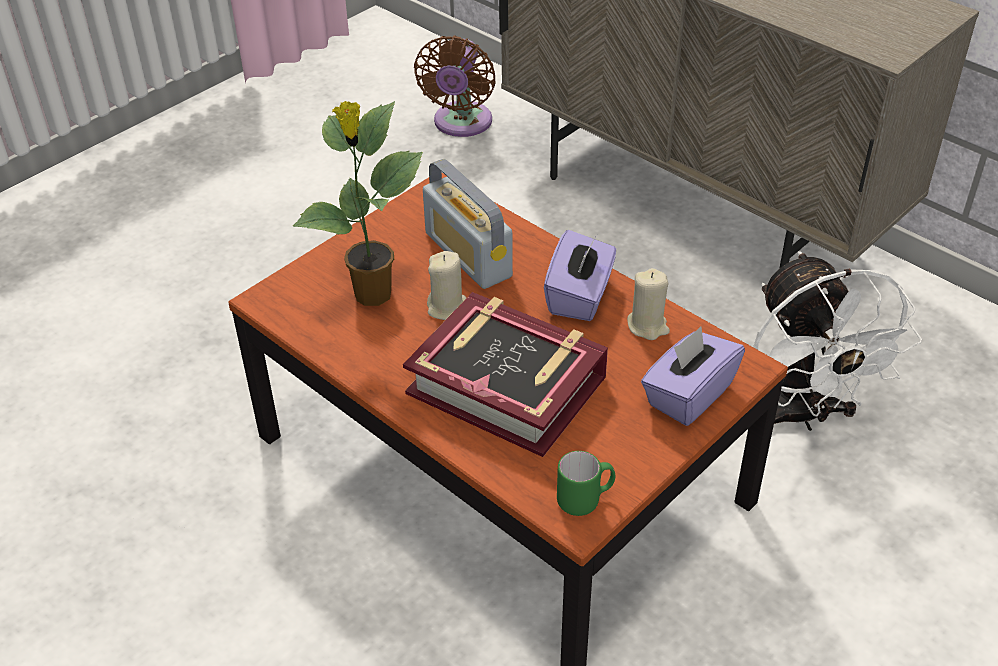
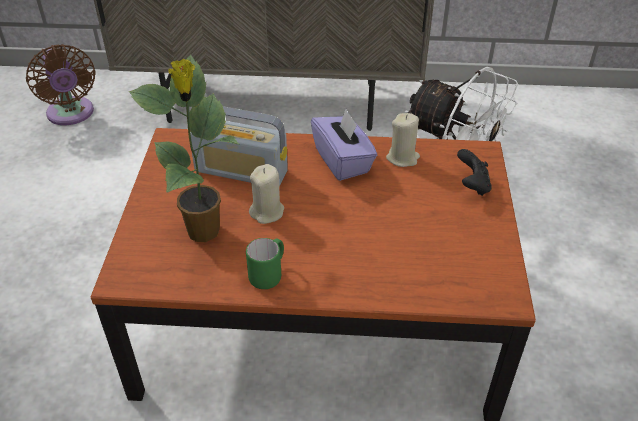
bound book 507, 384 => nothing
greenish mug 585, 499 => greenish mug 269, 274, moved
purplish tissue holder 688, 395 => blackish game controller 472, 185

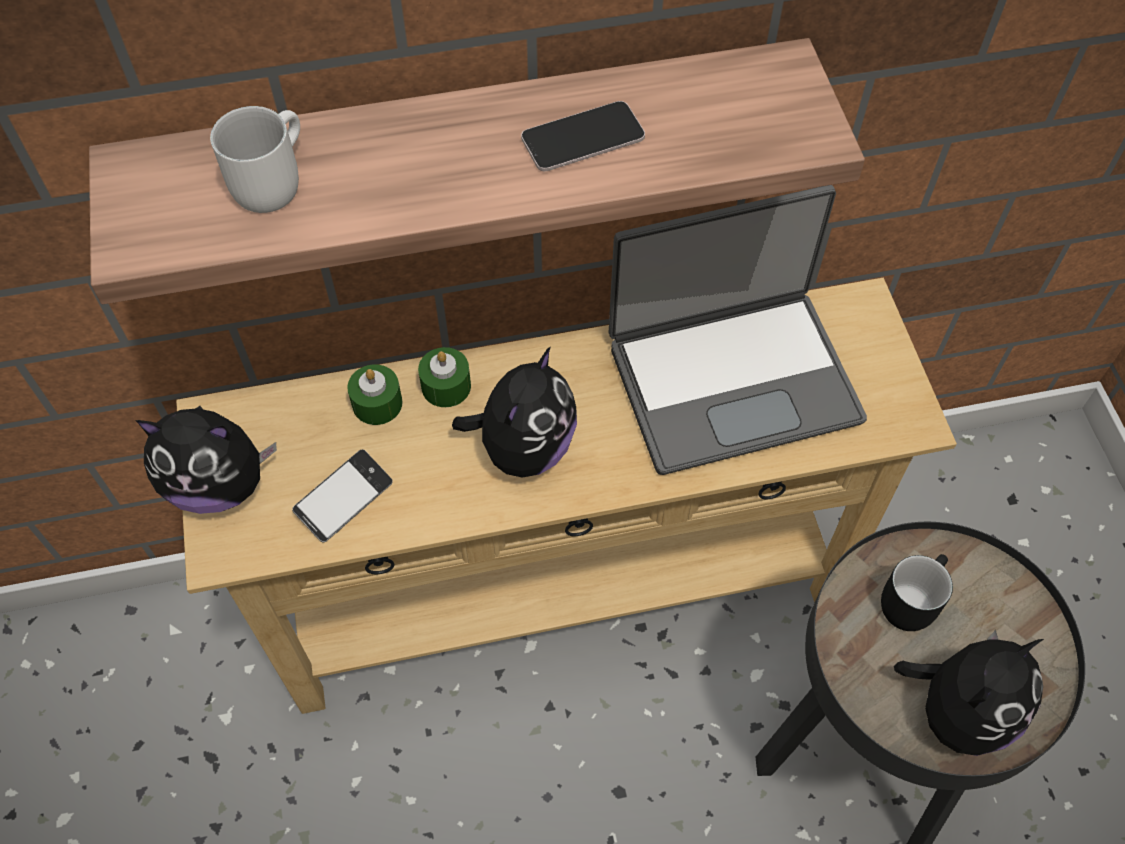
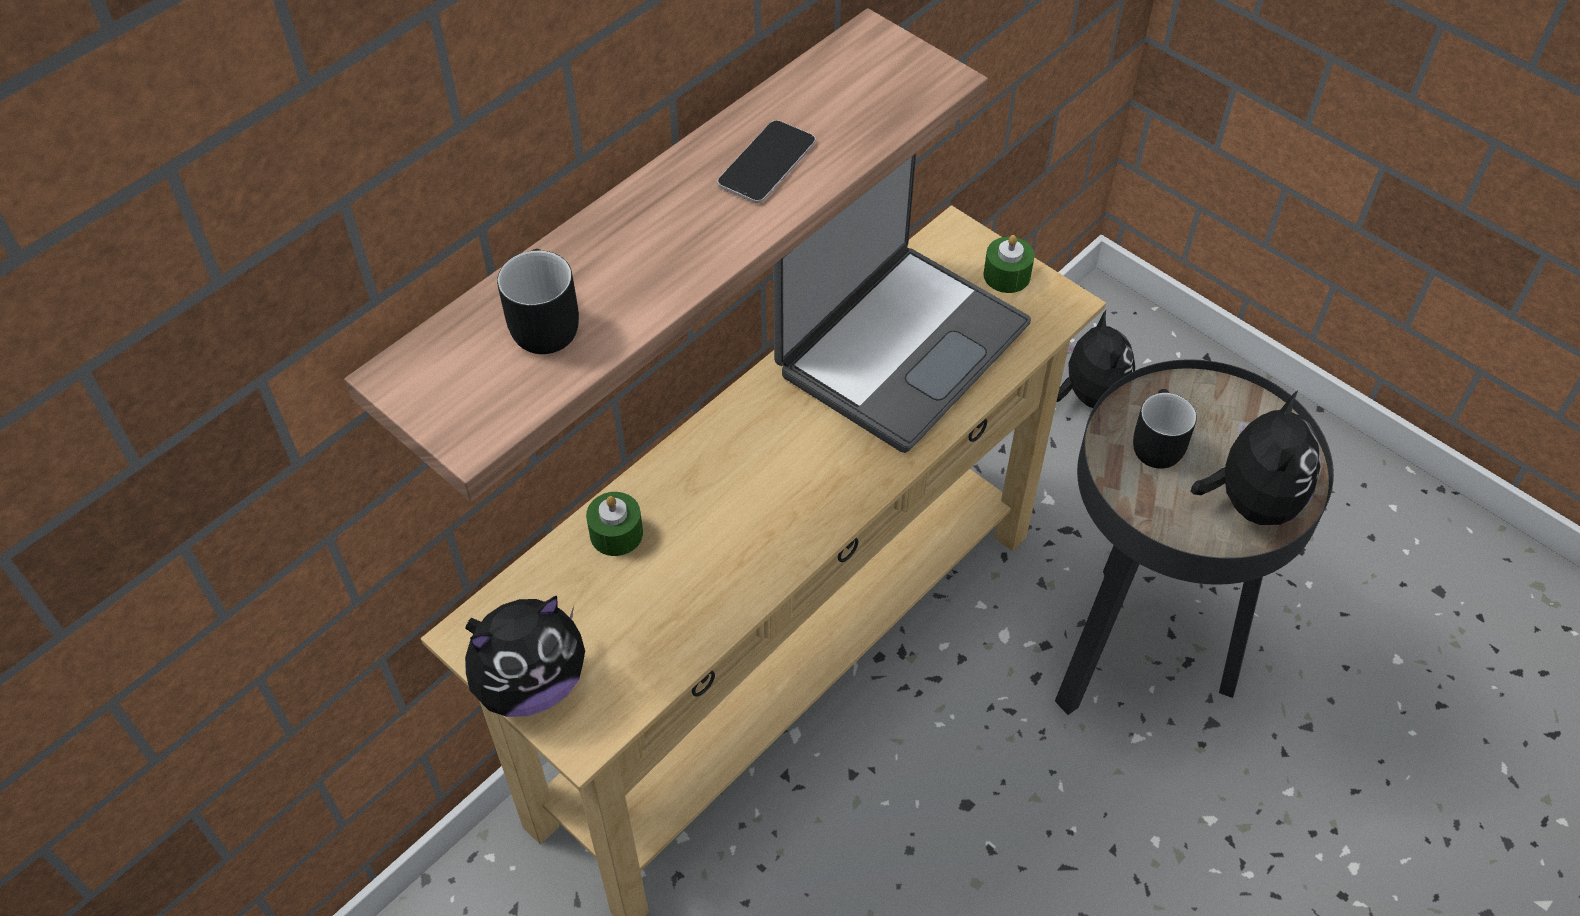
telephone 344, 499 => nothing
greenish wax candle 446, 386 => greenish wax candle 1007, 275, moved
cuddly toy 524, 447 => cuddly toy 1089, 395, moved
white mug 268, 180 => blackish mug 539, 322

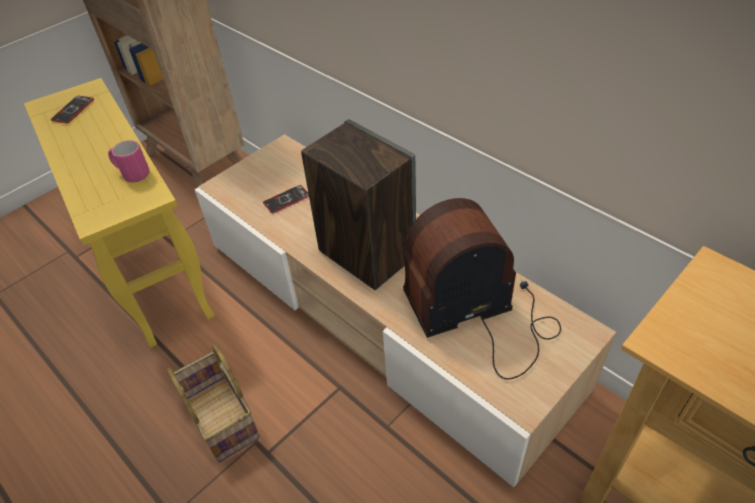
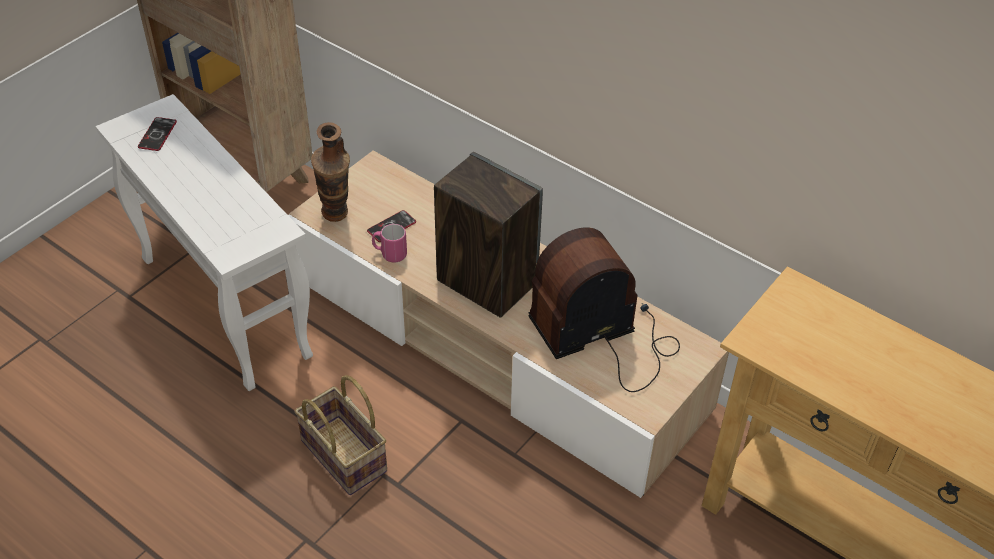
nothing => flower vase 337, 219
pinkish mug 132, 174 => pinkish mug 389, 254, moved
yellow side table 151, 269 => white side table 224, 307

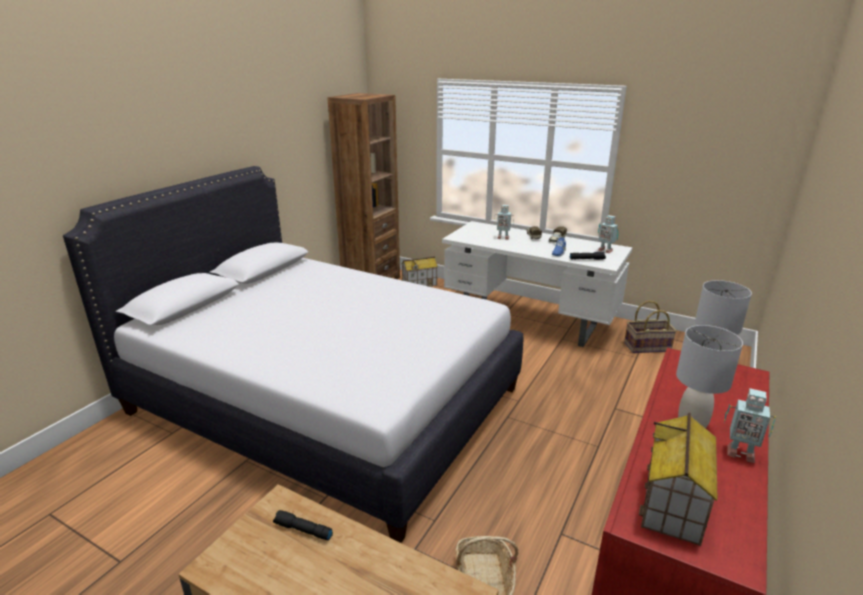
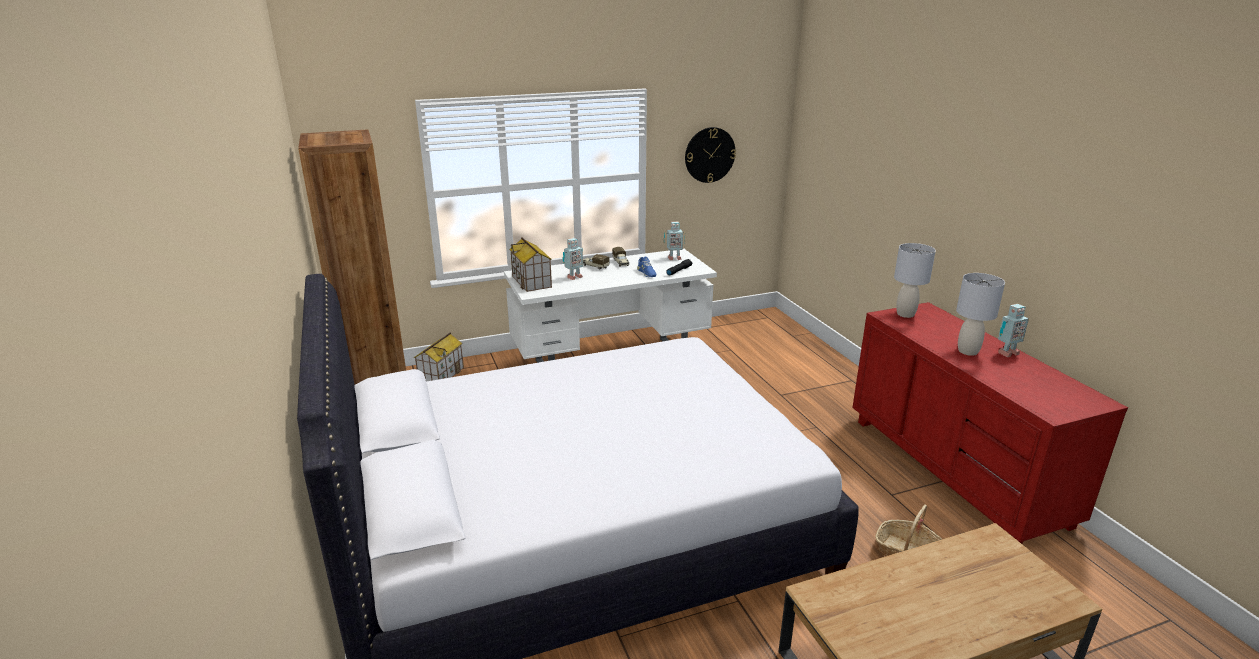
blackish flashlight 302, 530 => nothing
basket 647, 346 => nothing
nothing => clock on the wall 709, 155
miniature house 673, 504 => miniature house 532, 282, moved

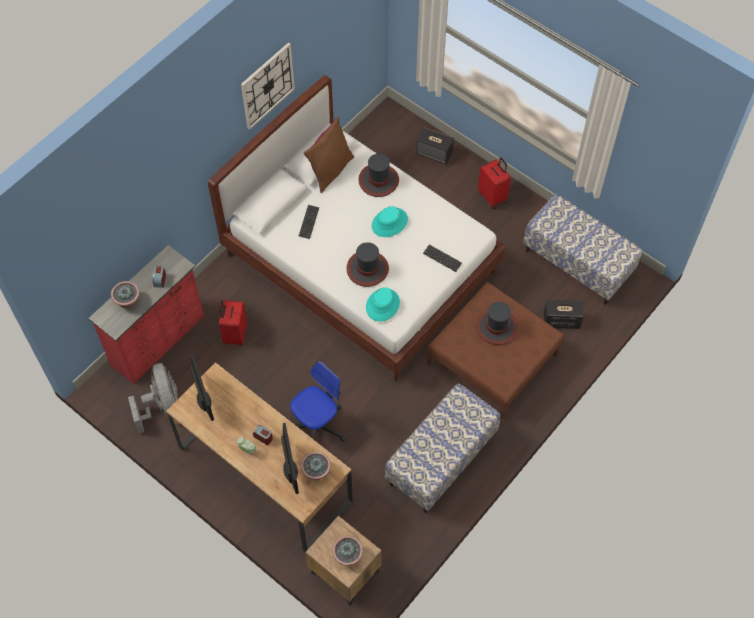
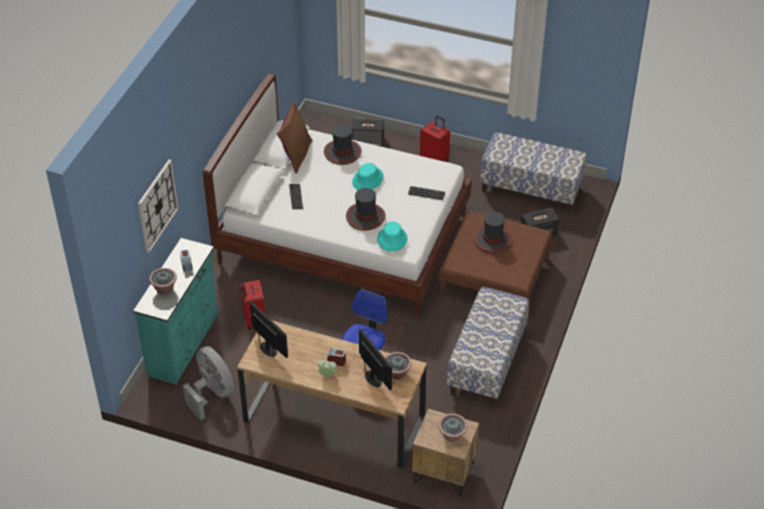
clock on the wall 267, 85 => clock on the wall 157, 205, moved
reddish drawer chest 159, 341 => blue-green drawer chest 184, 344

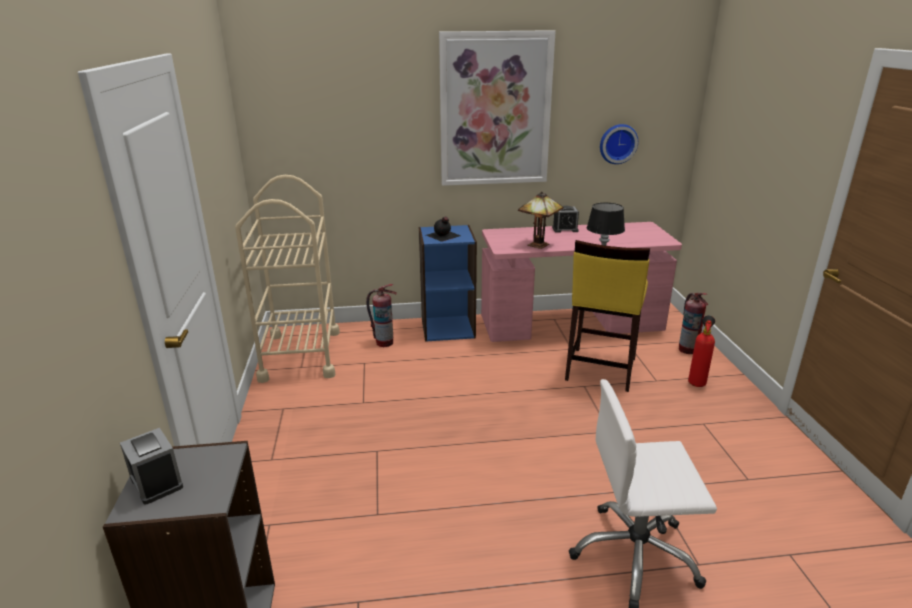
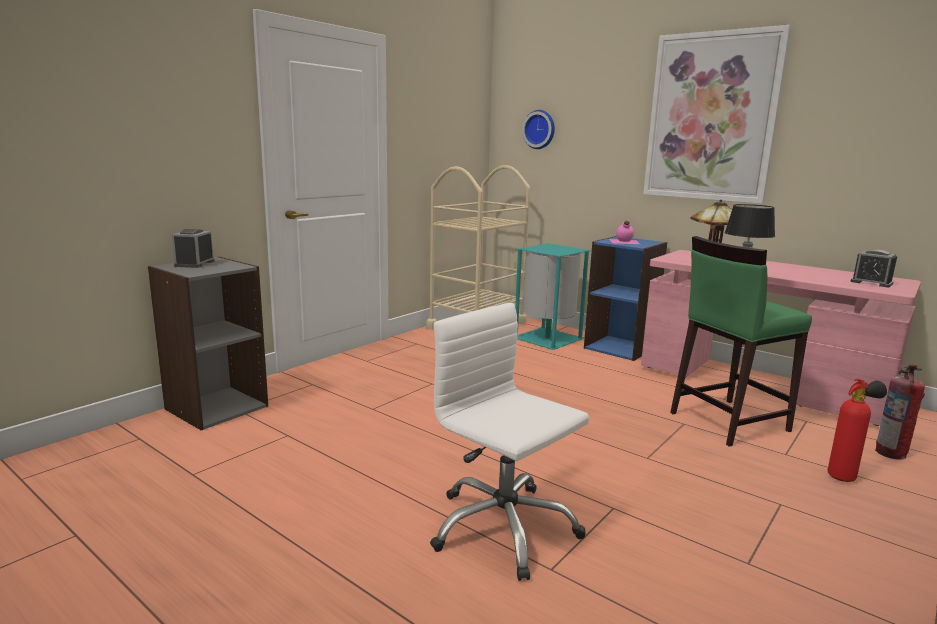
alarm clock 565, 229 => alarm clock 871, 283, moved
clock on the wall 617, 143 => clock on the wall 540, 129, moved
extinguisher 384, 342 => blue-green trash can 549, 338
blackish beverage bottle 443, 235 => pinkish beverage bottle 623, 241
yellow stool seat 599, 369 => greenish stool seat 727, 421

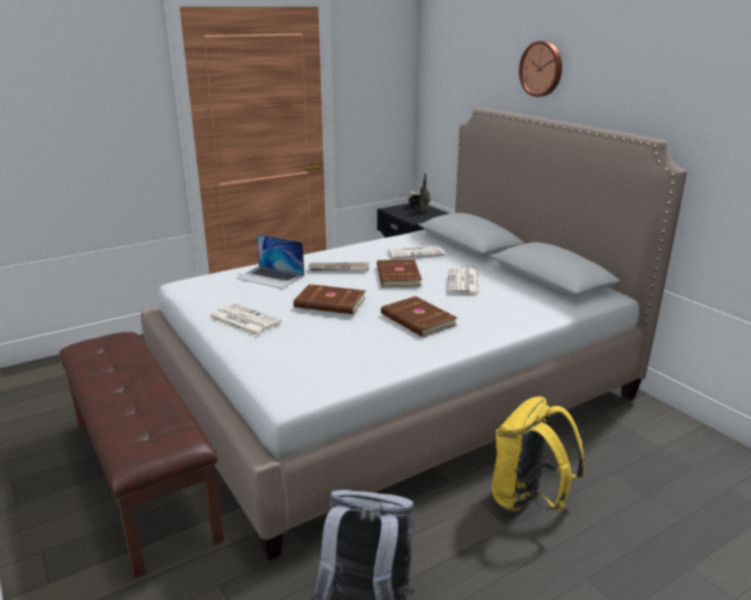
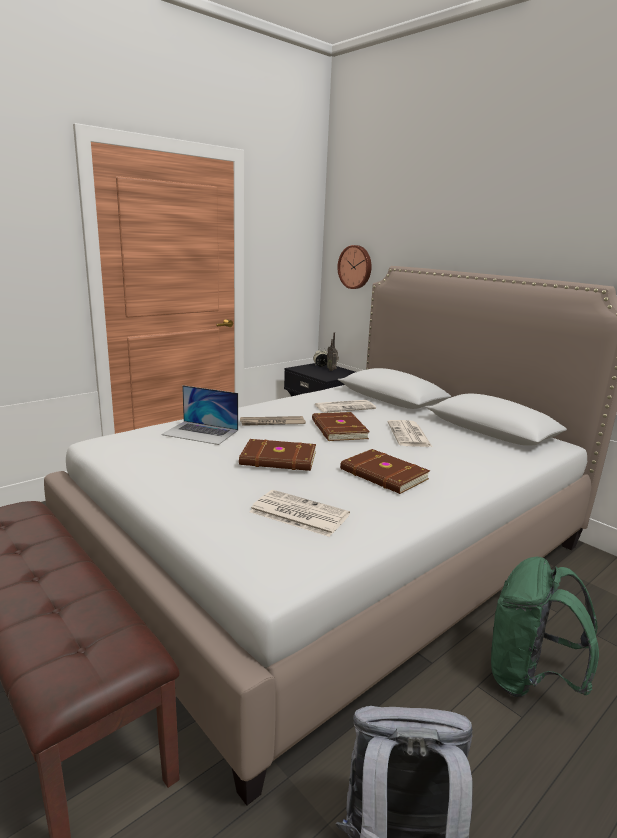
printed paper 243, 320 => printed paper 297, 513, moved
clock on the wall 542, 69 => clock on the wall 355, 267, moved
yellow rucksack 528, 501 => greenish rucksack 528, 679

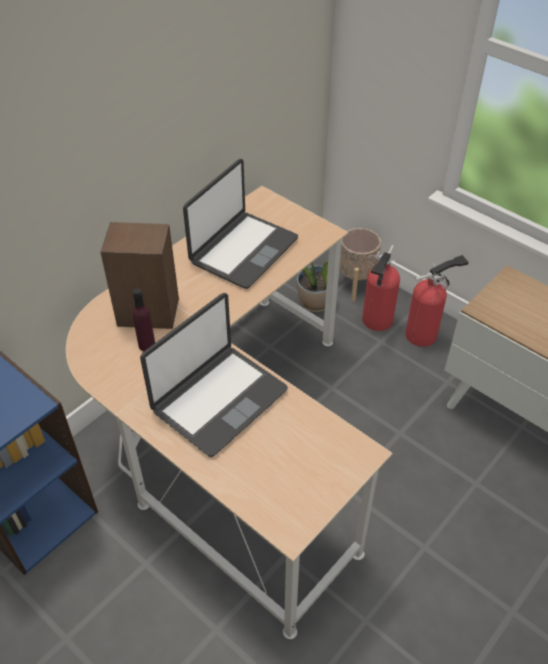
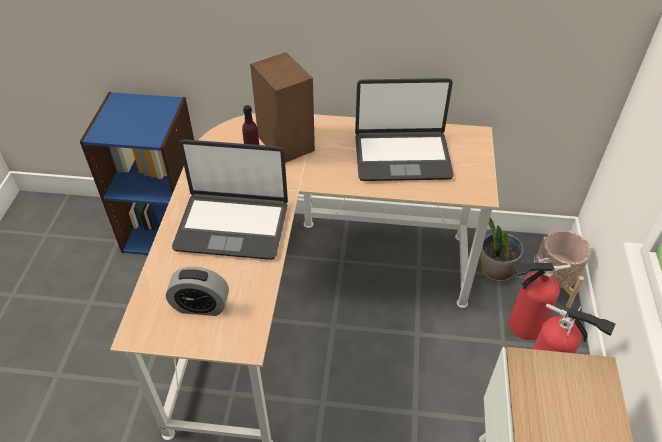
nothing => alarm clock 201, 306

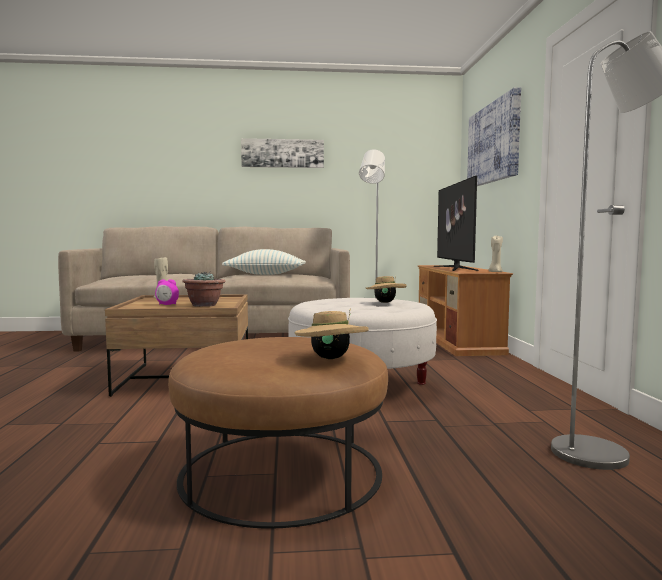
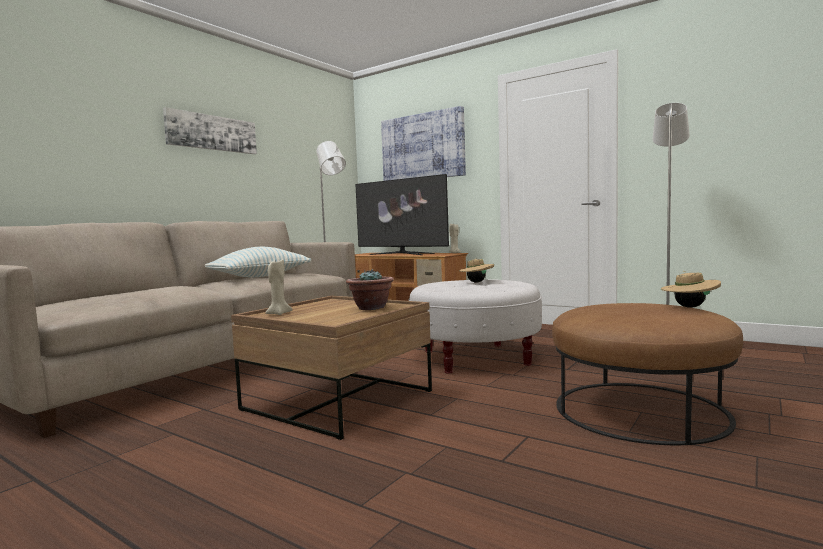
alarm clock 167, 304 => nothing

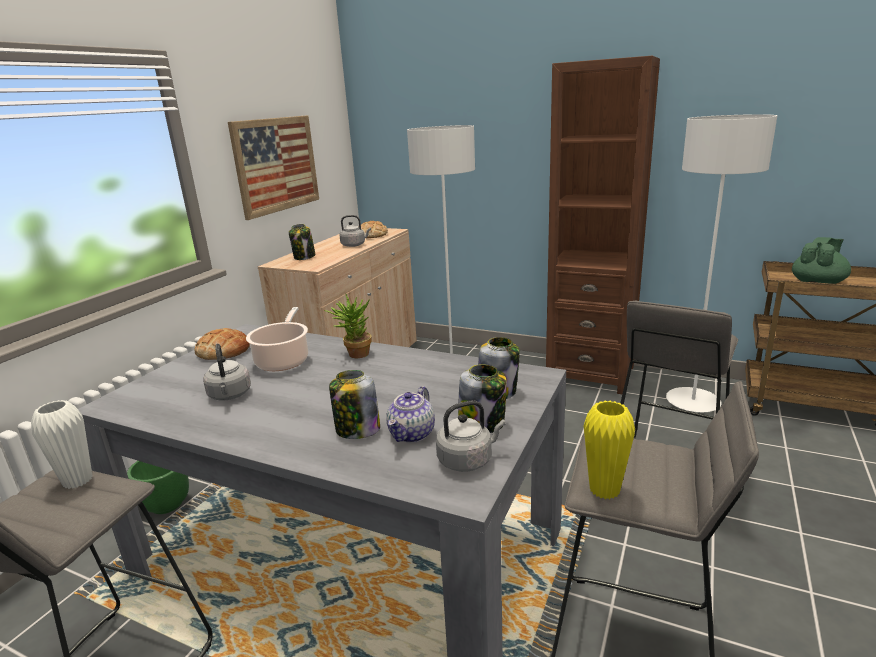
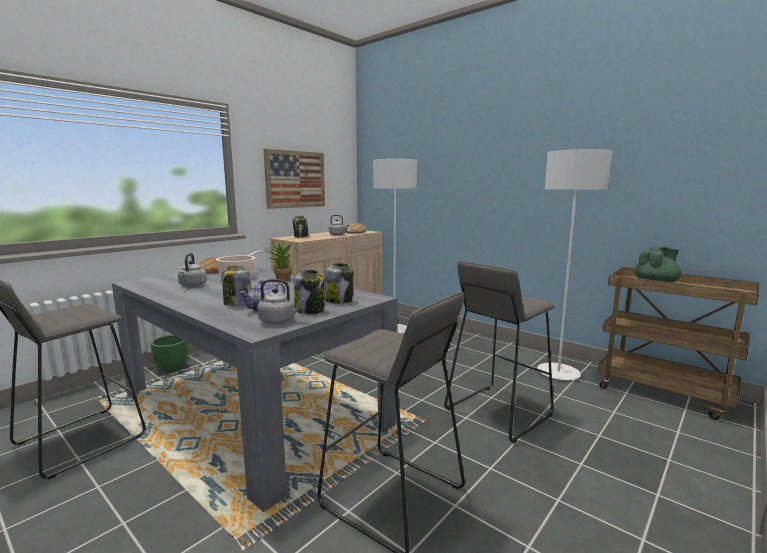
white flower vase 77, 480 => nothing
brown bookcase 590, 374 => nothing
yellow flower vase 604, 490 => nothing

